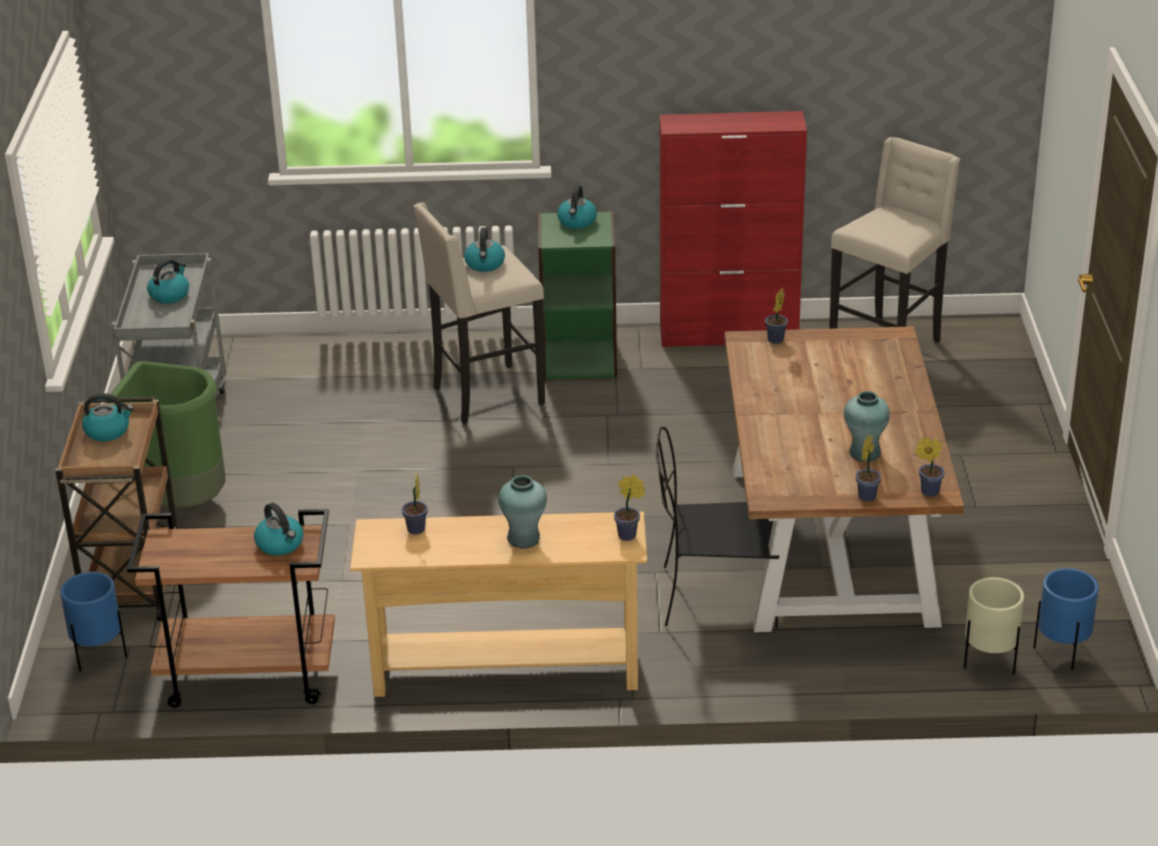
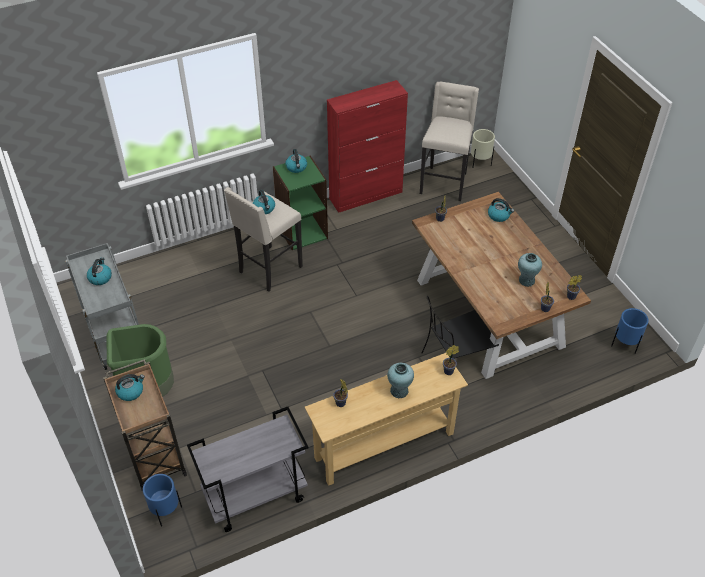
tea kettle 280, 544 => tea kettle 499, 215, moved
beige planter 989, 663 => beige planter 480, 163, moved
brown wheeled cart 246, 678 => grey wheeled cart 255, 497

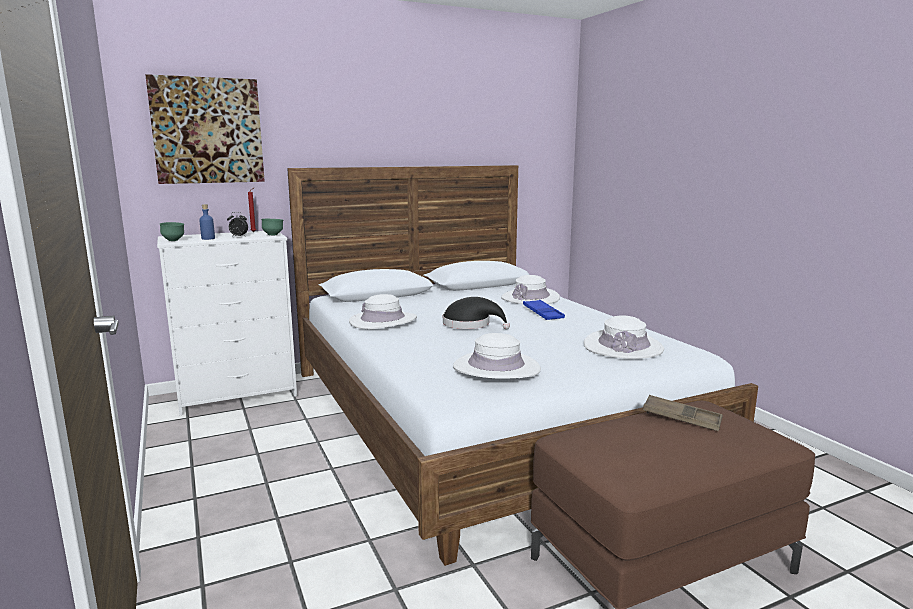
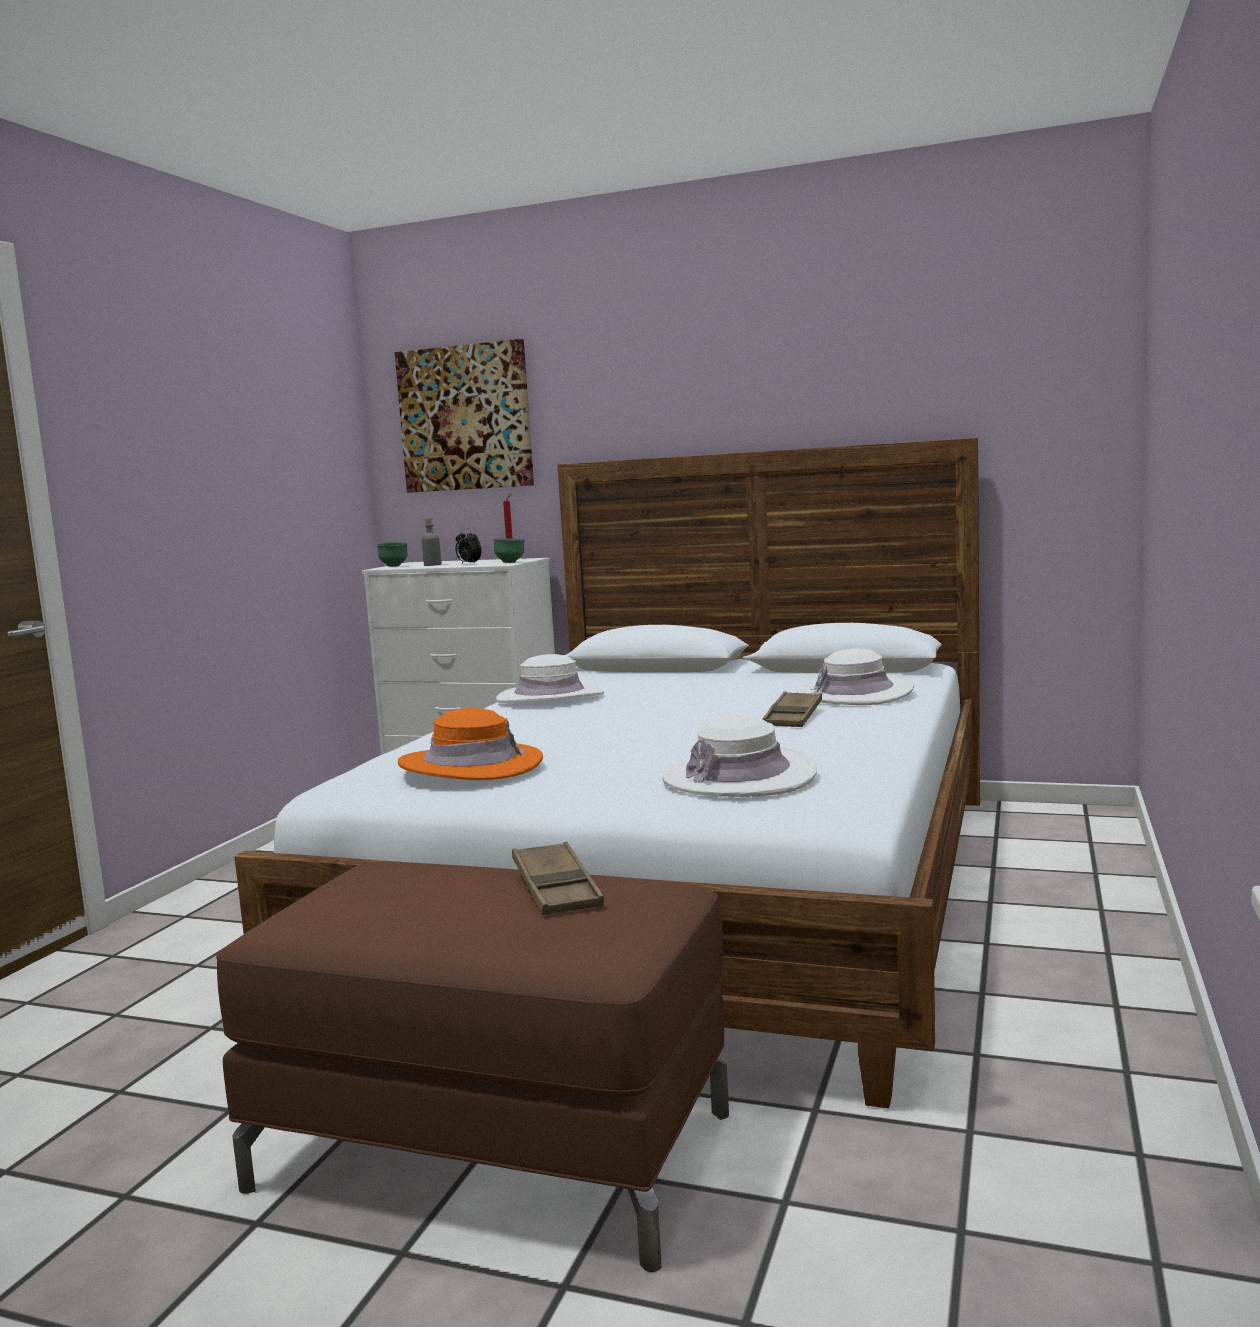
blackish wearable hat 470, 324 => nothing
blue beverage bottle 208, 238 => grey beverage bottle 432, 565
white wearable hat 496, 368 => orange wearable hat 471, 765
blue carrying tray 543, 313 => brown carrying tray 793, 717

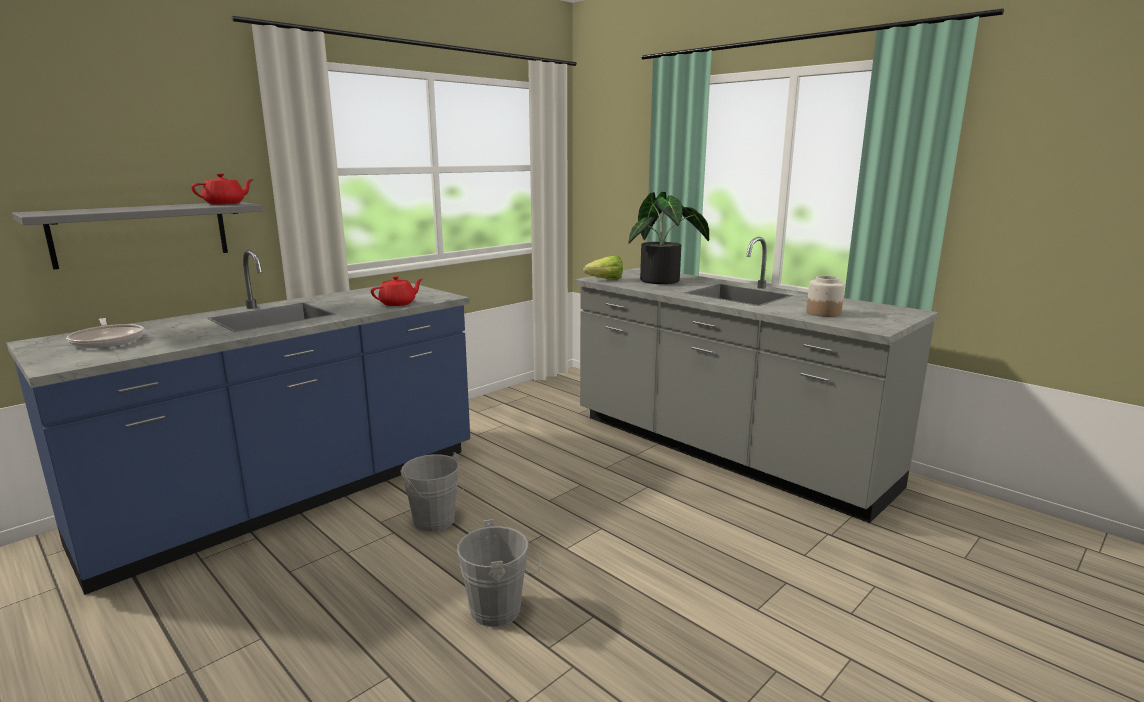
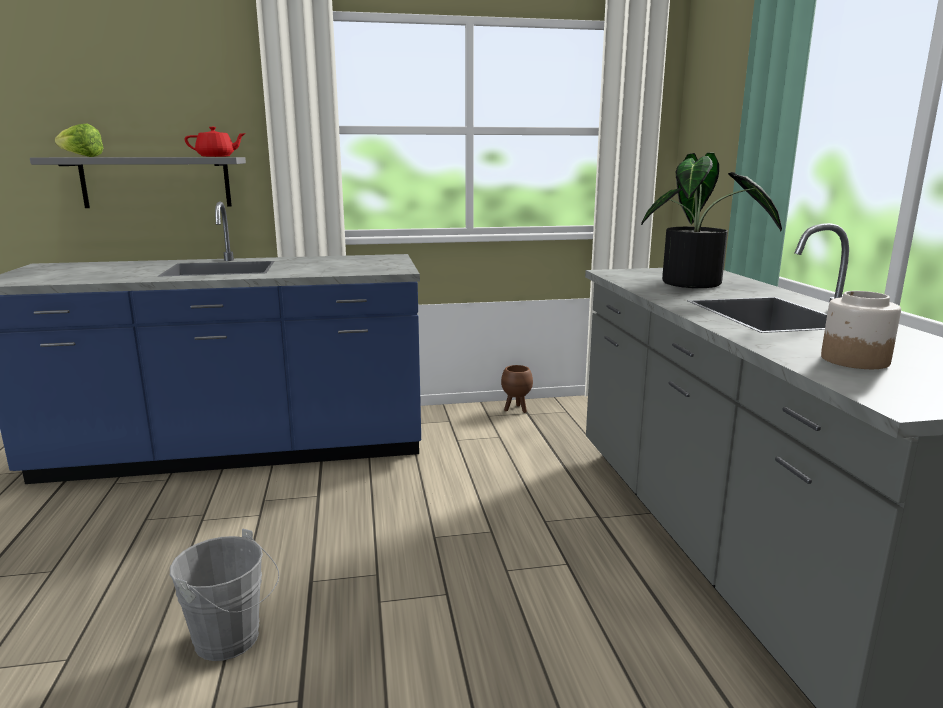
skillet 108, 340 => nothing
reddish tea pot 398, 303 => nothing
grey pail 436, 523 => nothing
nothing => brown planter 516, 409
lettuce head 602, 280 => lettuce head 78, 156, moved

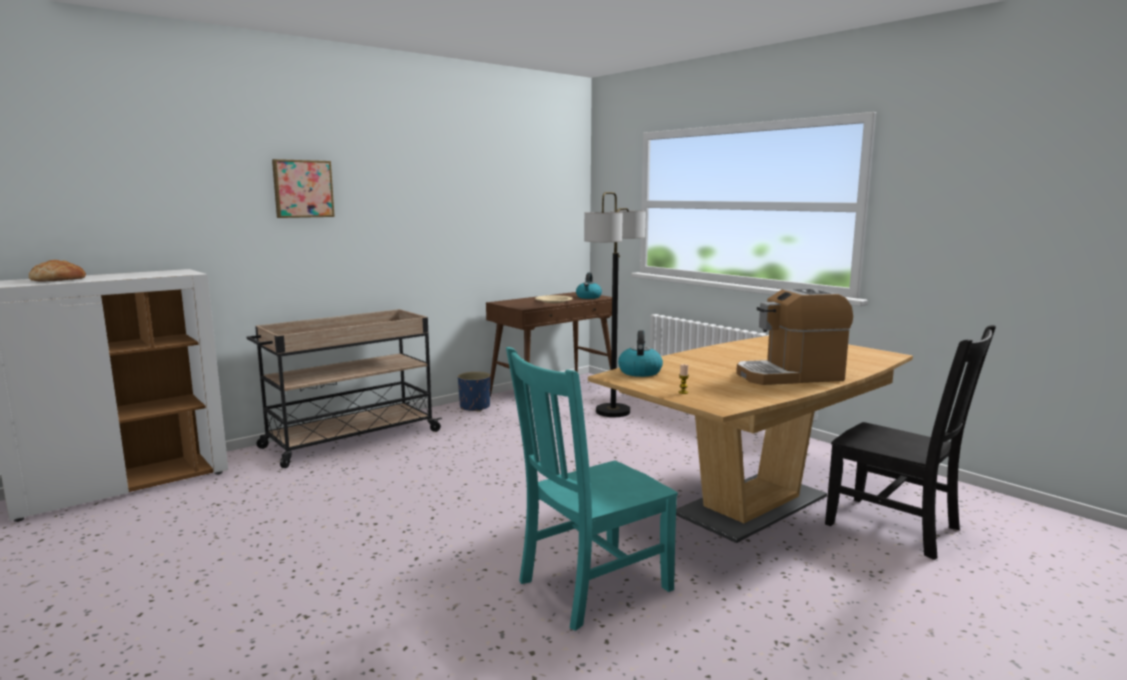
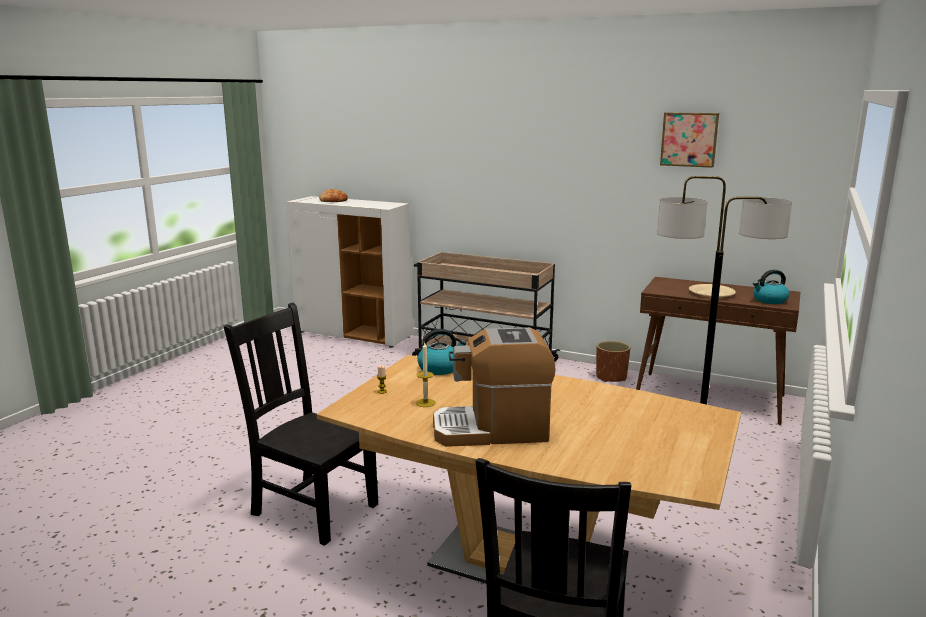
nothing => wax candle 425, 403
wall picture 303, 189 => wall picture 689, 139, moved
blue planter 474, 407 => brown planter 611, 377
blue-green upright chair 590, 586 => blackish upright chair 312, 508
coffee maker 790, 376 => coffee maker 492, 430, 60 degrees counterclockwise

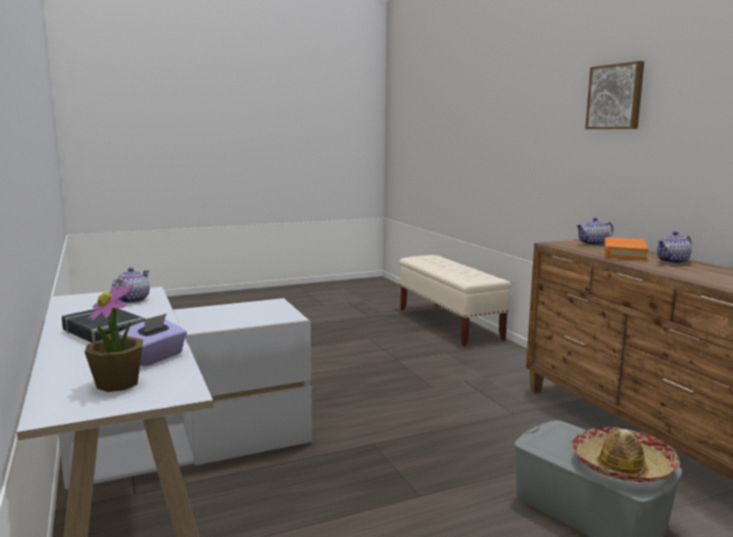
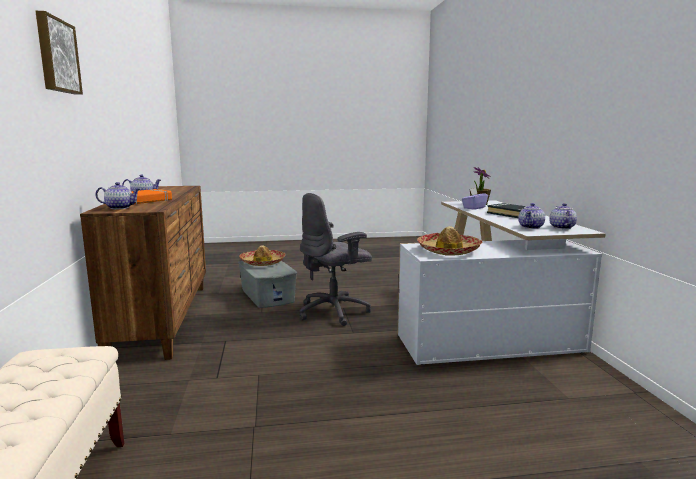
nothing => grey desk chair 334, 312
nothing => wearable hat 448, 251
nothing => tea pot 561, 227

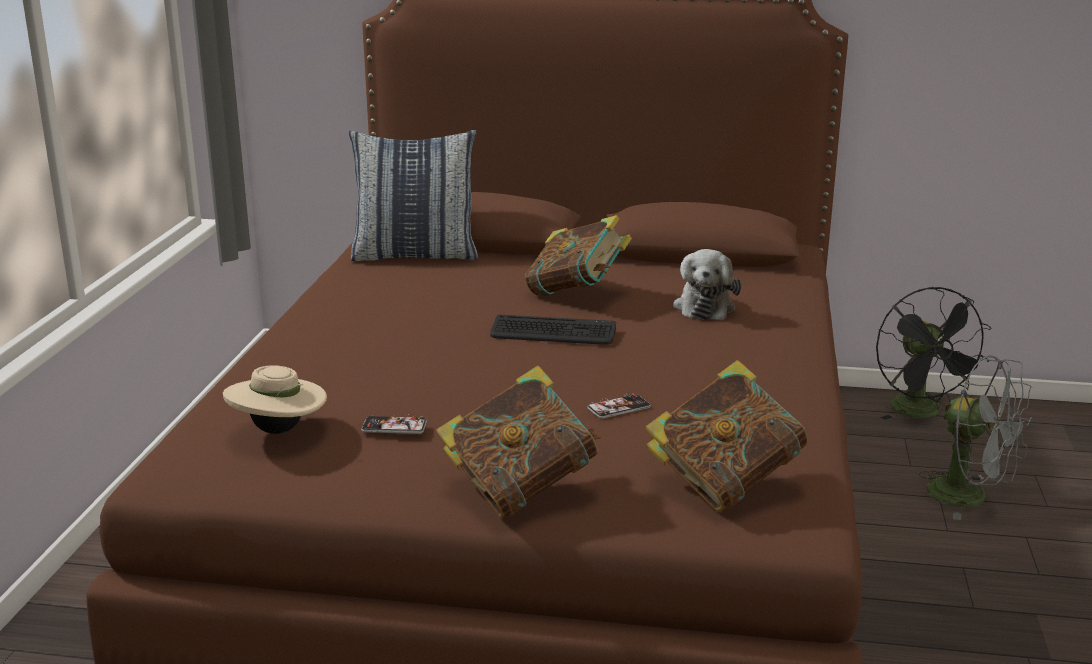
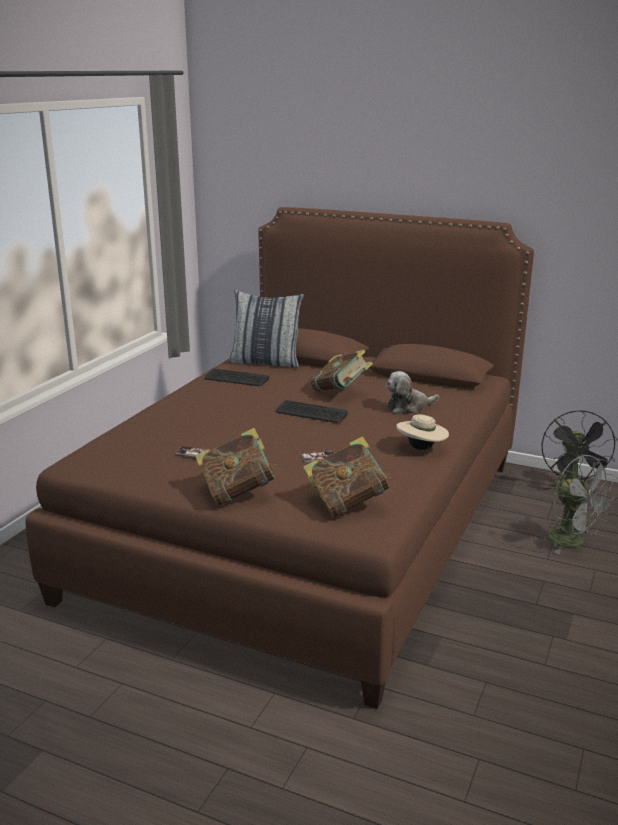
nothing => computer keyboard 236, 379
beige wearable hat 279, 431 => beige wearable hat 421, 448, moved
cuddly toy 704, 306 => cuddly toy 408, 407, 45 degrees clockwise

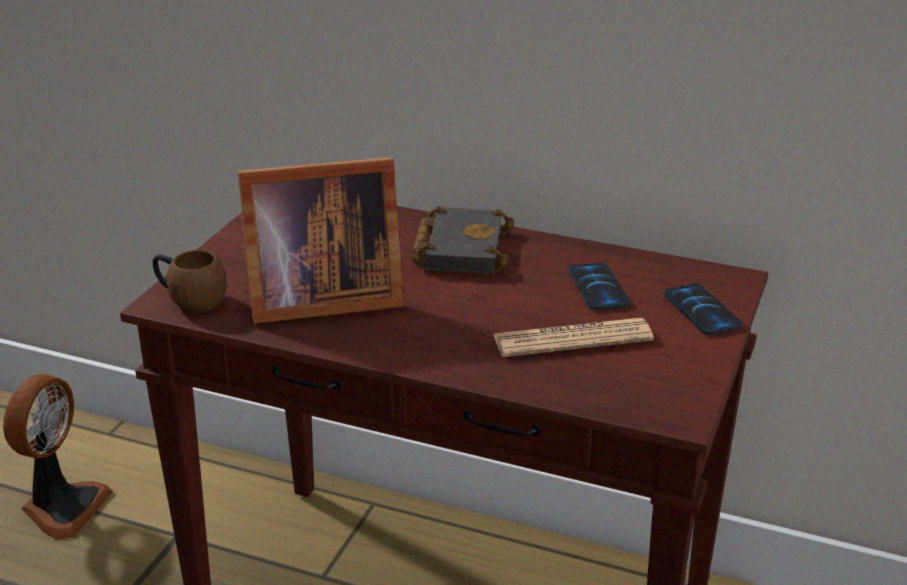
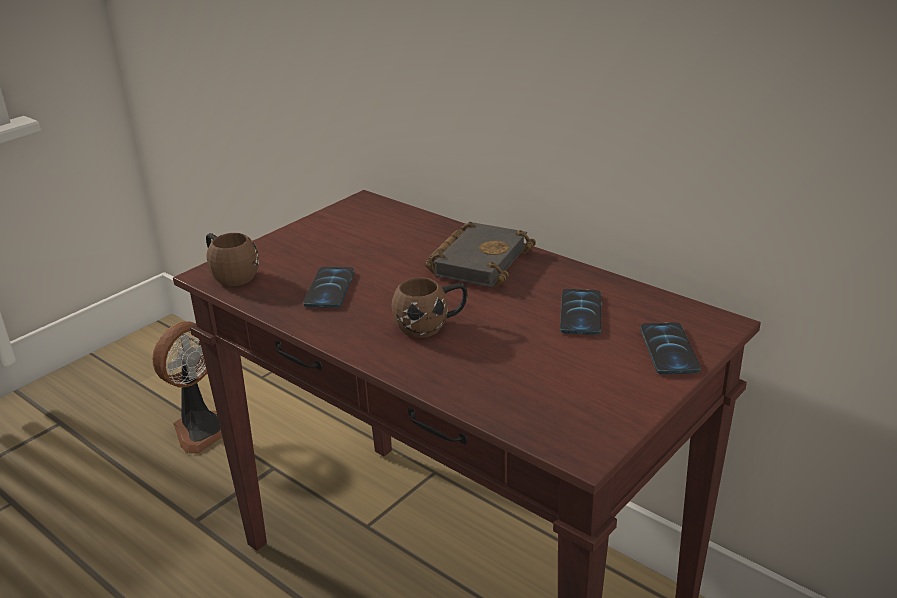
printed paper 572, 339 => nothing
nothing => brown mug 431, 325
picture frame 318, 299 => telephone 330, 288

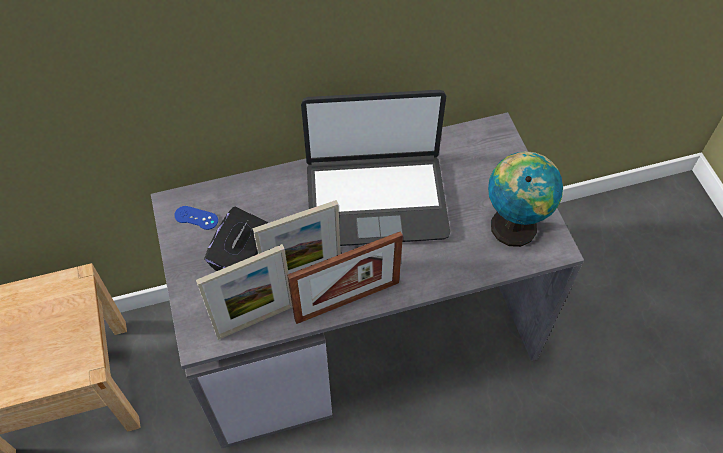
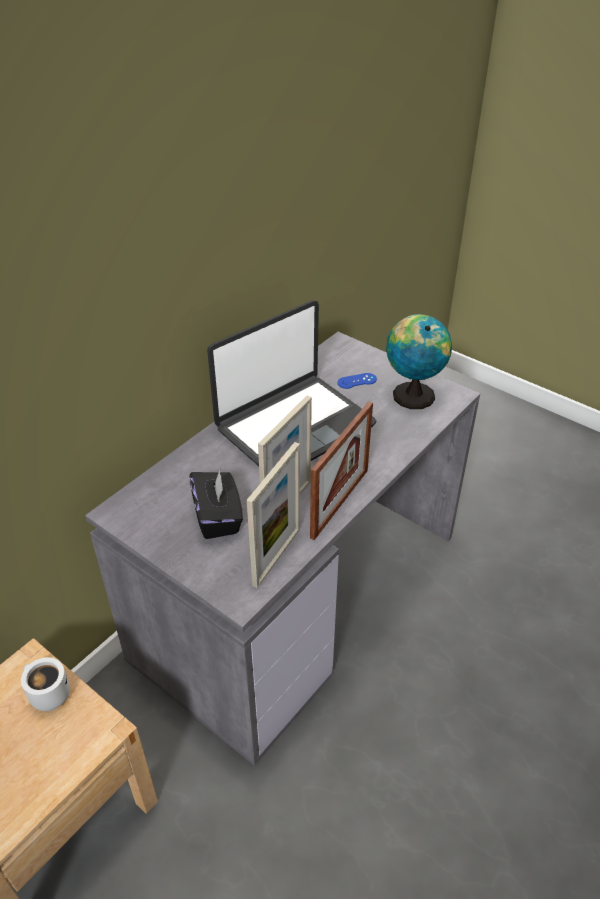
nothing => white mug 46, 694
blue game controller 196, 218 => blue game controller 357, 381, moved

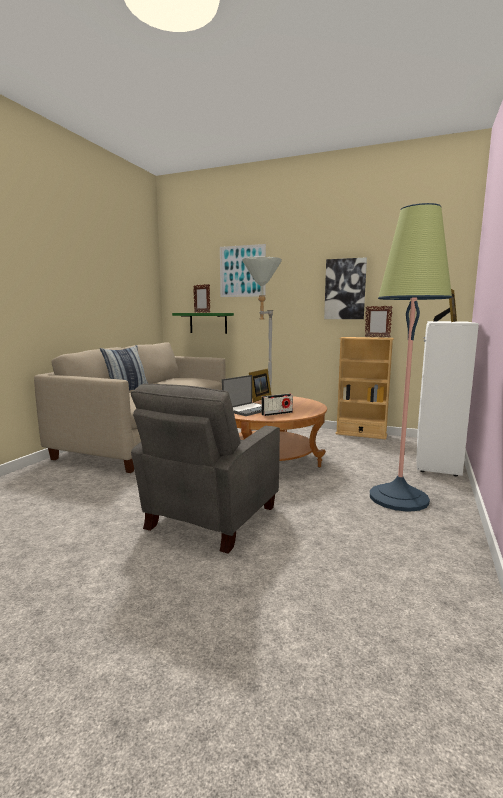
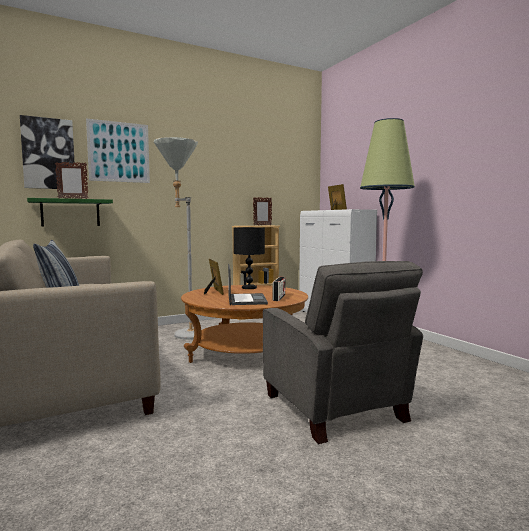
nothing => blackish tabletop lamp 249, 288
wall picture 345, 289 => wall picture 48, 154, moved

